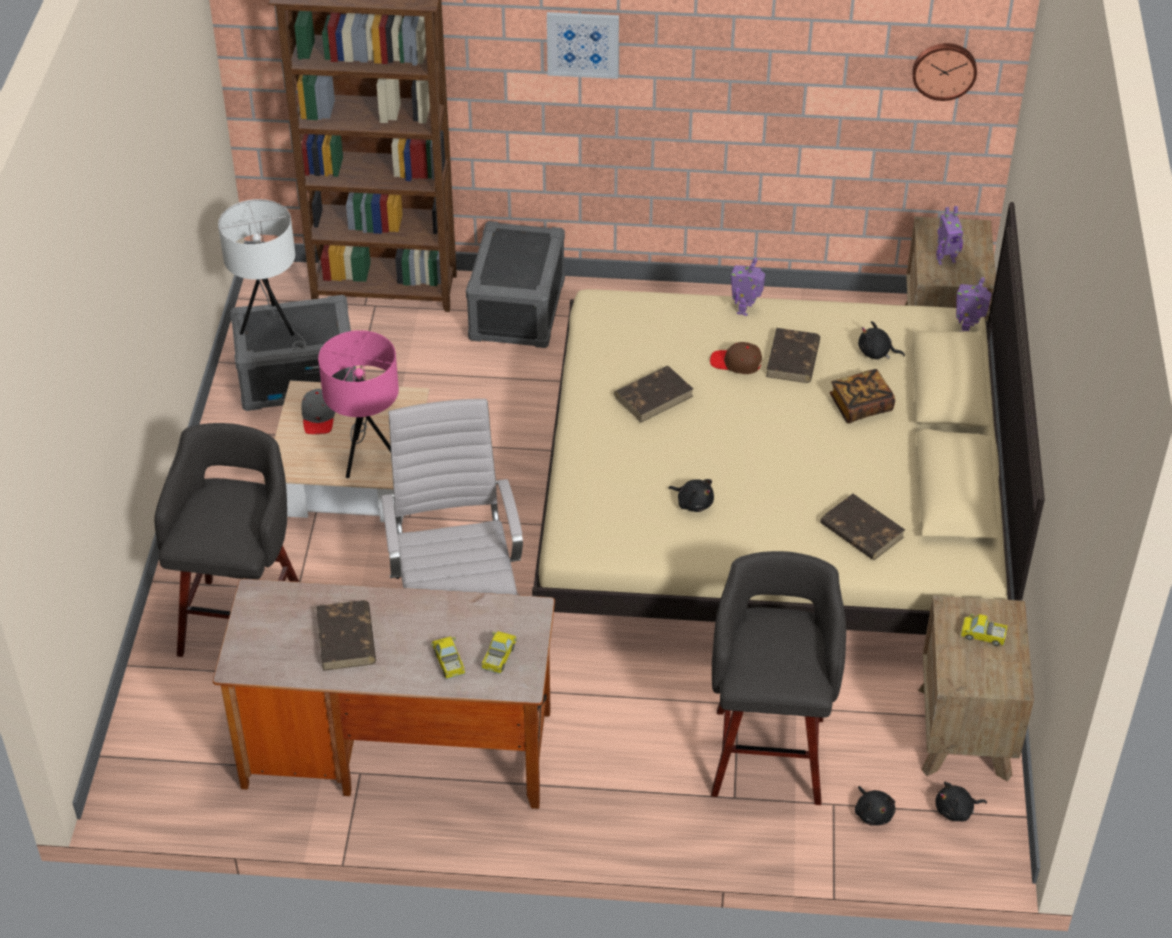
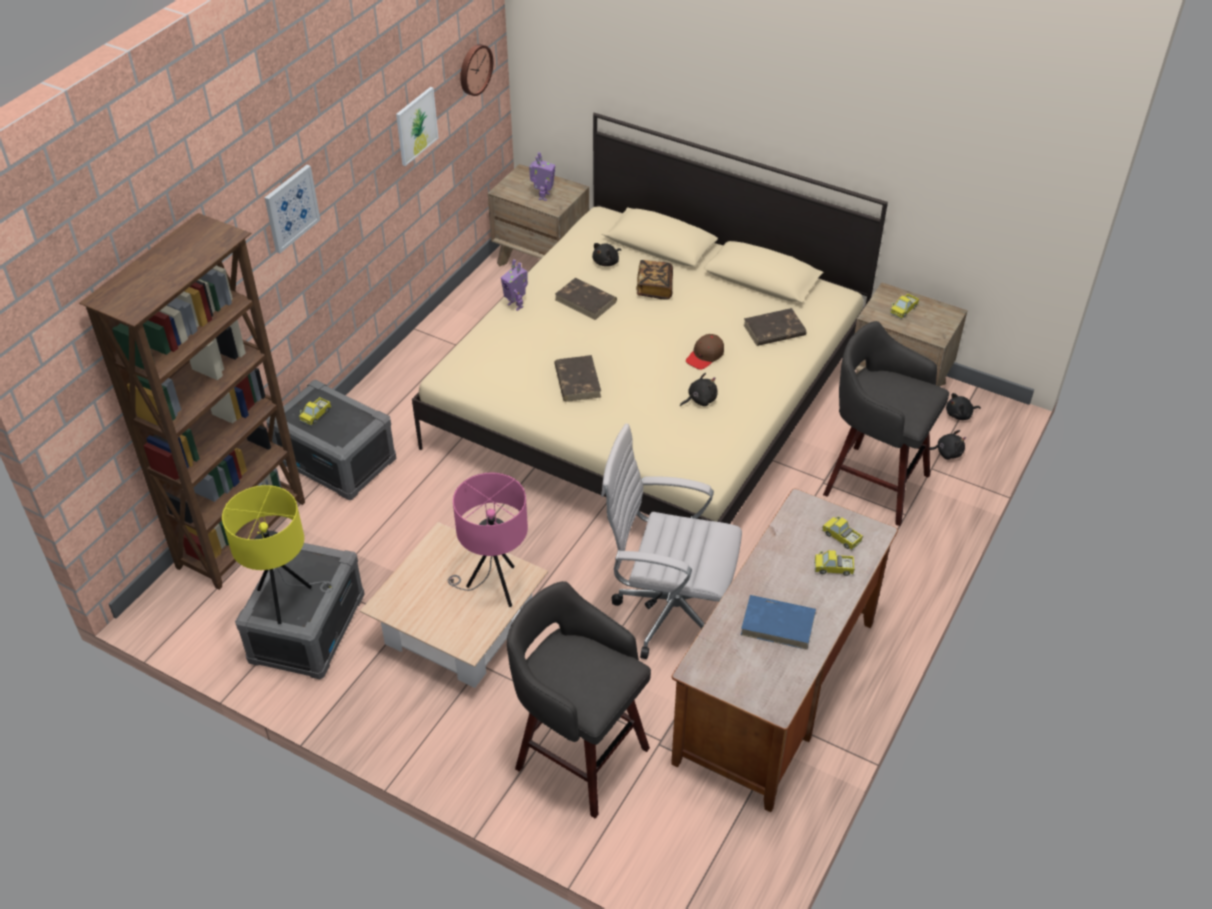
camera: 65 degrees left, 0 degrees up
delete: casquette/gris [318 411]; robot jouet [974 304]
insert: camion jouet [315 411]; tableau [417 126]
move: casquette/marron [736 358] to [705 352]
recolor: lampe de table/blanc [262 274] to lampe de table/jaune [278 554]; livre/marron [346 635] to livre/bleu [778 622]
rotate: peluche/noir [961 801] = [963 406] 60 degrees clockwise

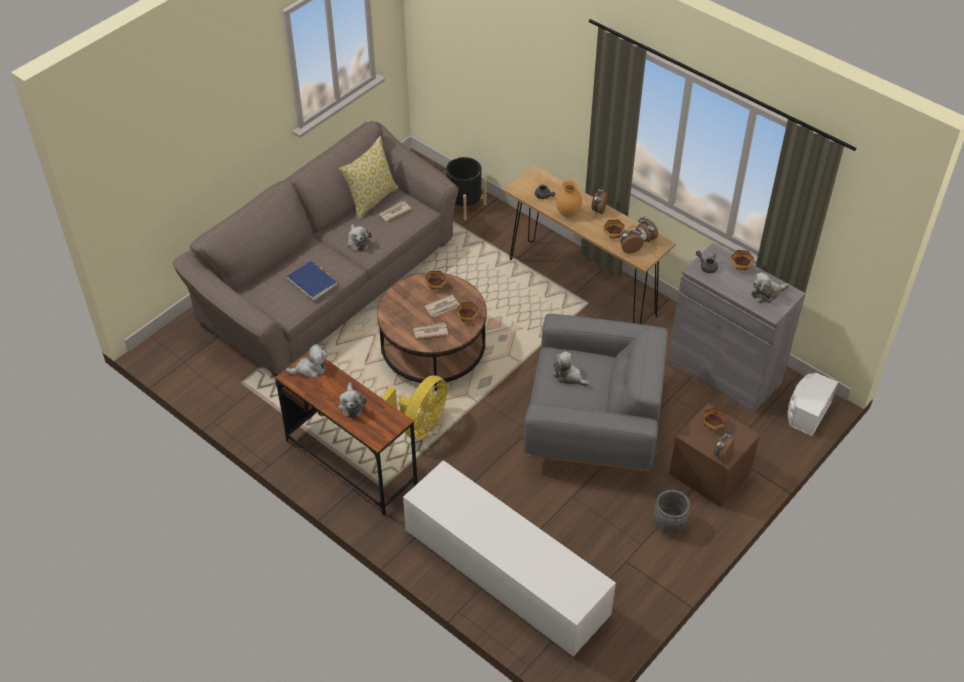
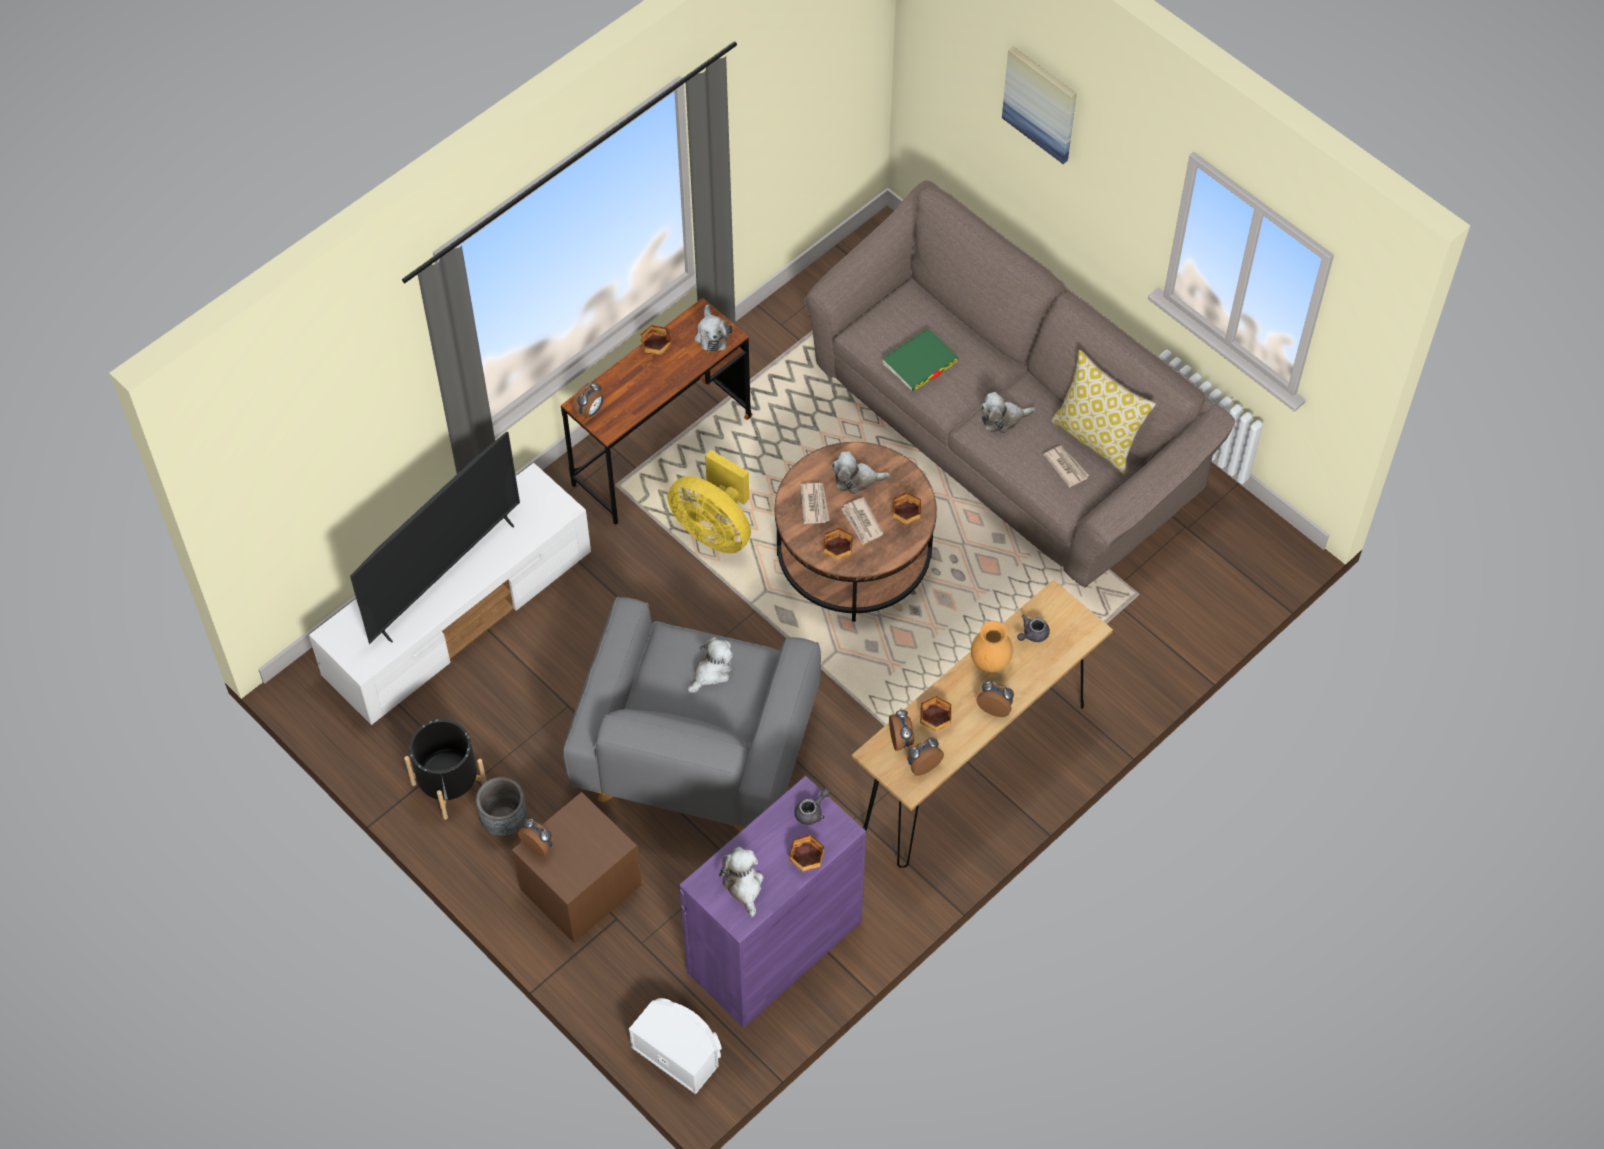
camera: 95 degrees right, 10 degrees up
insert: téléviseur [435 537]; réveil [588 400]; tableau [1039 105]
move: cache-pot/noir [466 188] to [445 769]; bol [714 419] to [655 340]; peluche [352 400] to [861 472]
recolor: meuble de rangement/gris [737 328] to meuble de rangement/violet [772 902]; livre/bleu [312 281] to livre/vert [920 359]

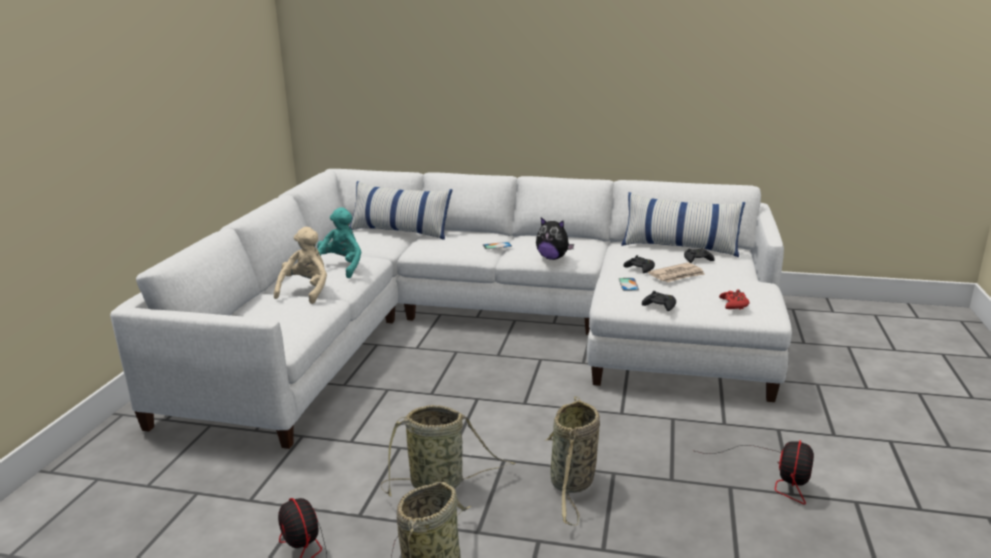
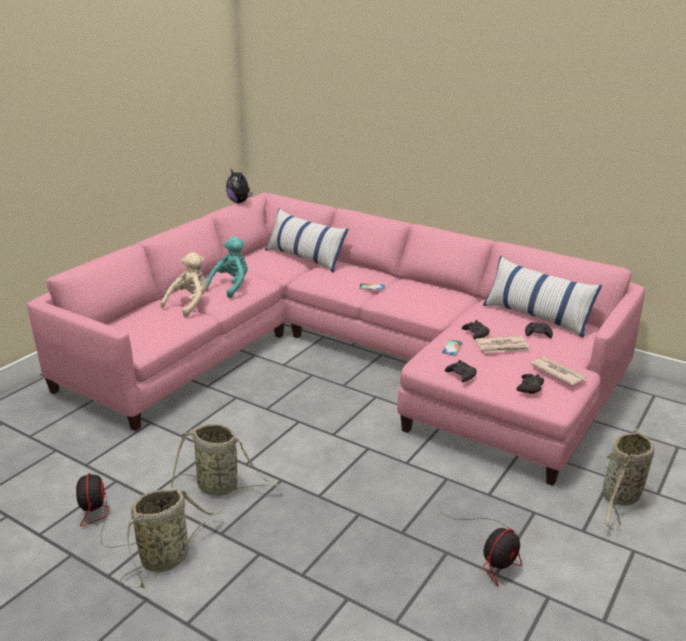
camera: 20 degrees right, 5 degrees up
insert: journal [558 371]
move: peluche [555 238] to [239 185]; panier [573 461] to [628 479]
recolor: canapé/blanc [451 309] to canapé/rose [336 339]; manette/rouge [734 299] to manette/noir [530 384]

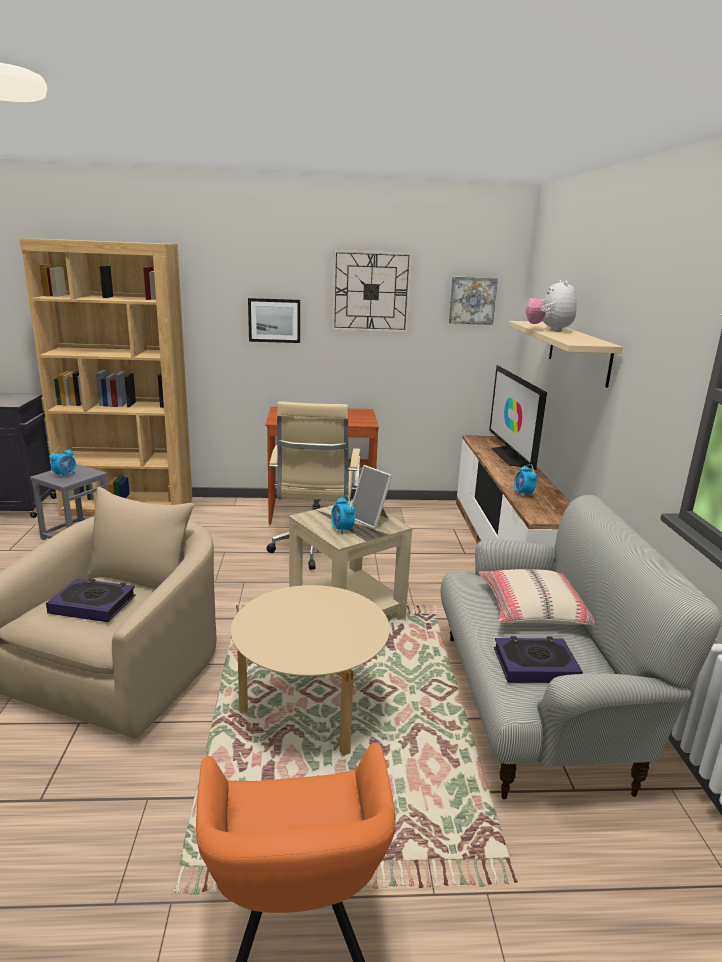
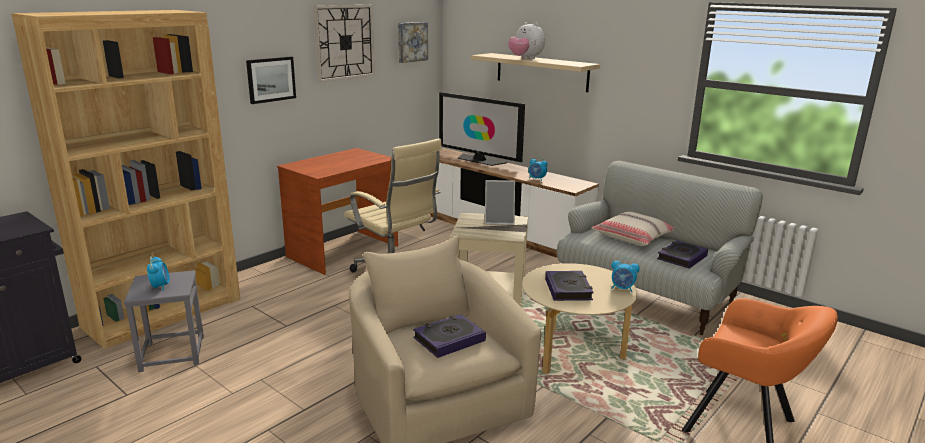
camera: 45 degrees left, 0 degrees up
insert: livre [569 286]
move: réveil [343 515] to [625 274]

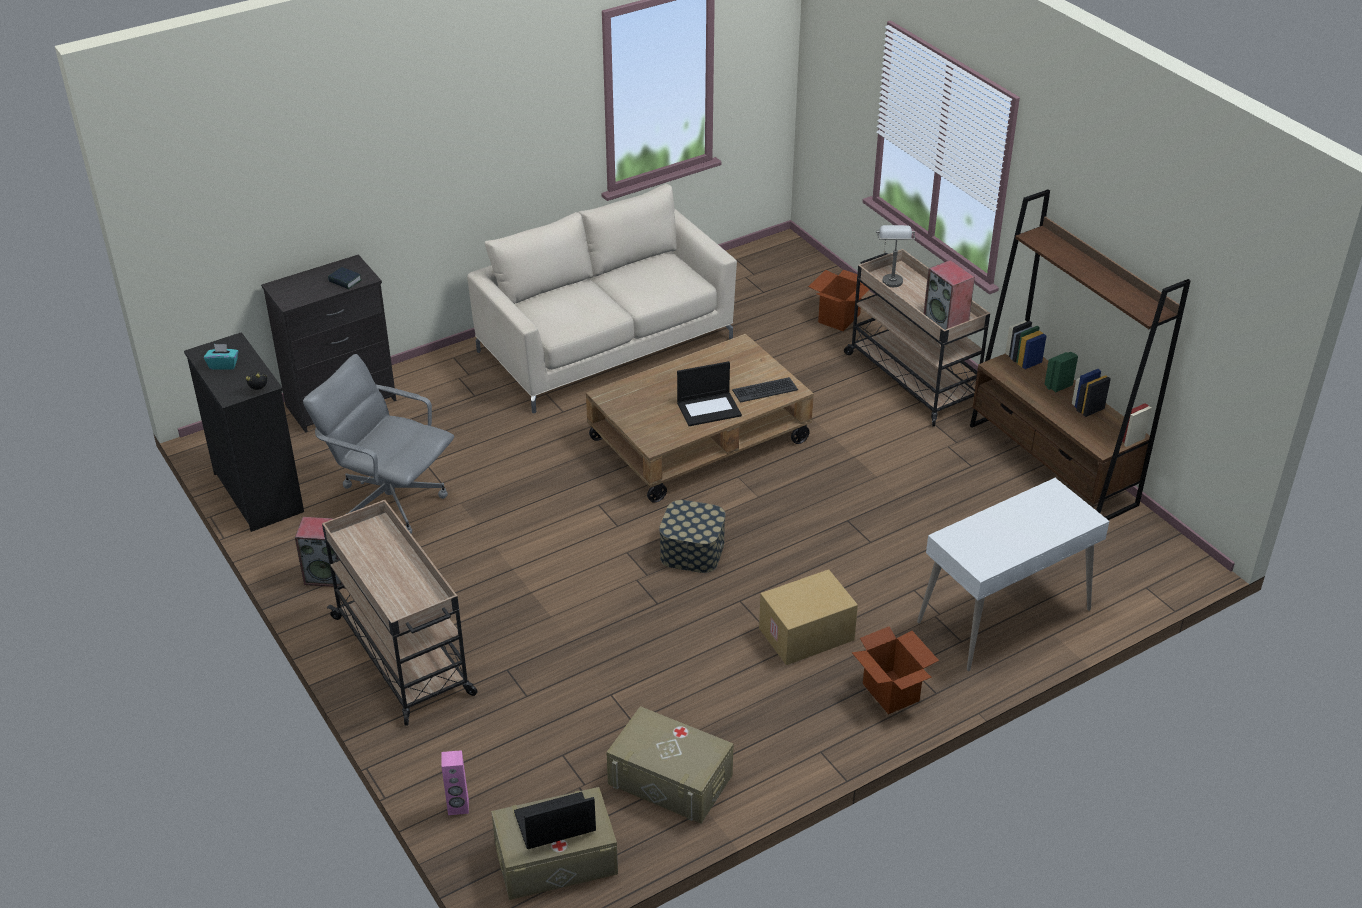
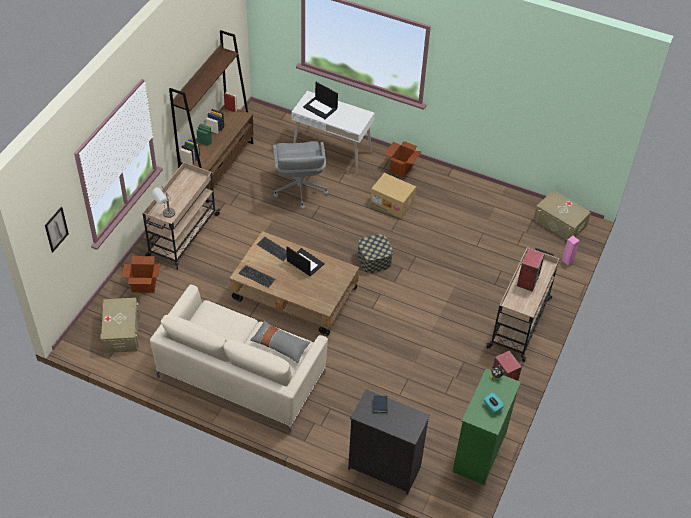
camera: 125 degrees left, 10 degrees up
insert: tableau [57 230]; clavier [257 276]; coussin/gris [280 342]
move: boîte de rangement/beige [670 765] to [120 325]; chaise de bureau/gris [378 444] to [301 175]; ordinateur portable [555 820] to [320 100]; enceinte [949 295] to [531 270]
recolor: commode/noir [244 432] to commode/vert [486 427]

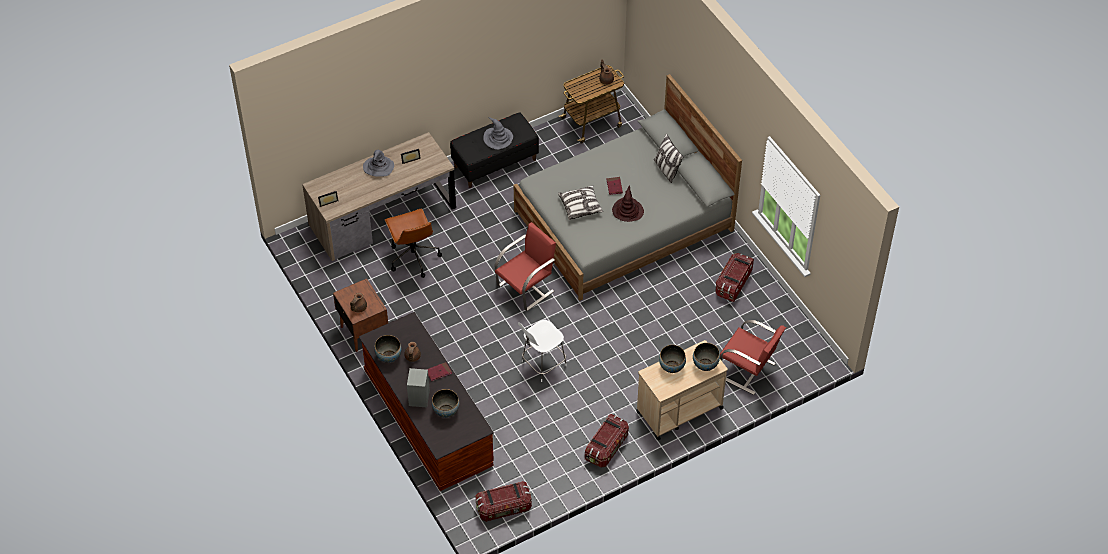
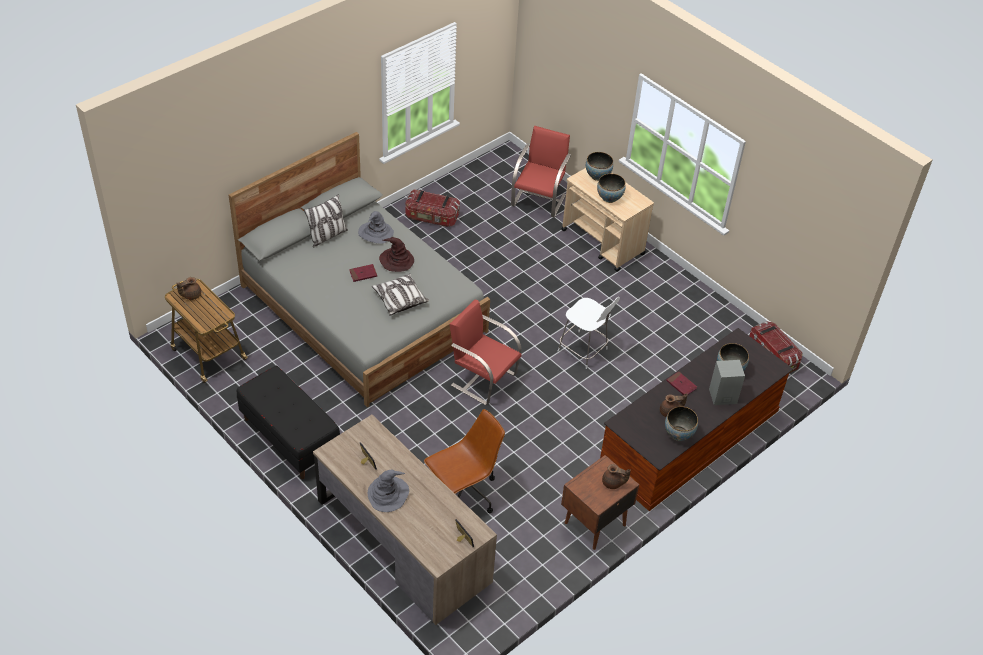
camera: 105 degrees left, 5 degrees down
delete: boîte de rangement [607 441]
move: chapeau/gris [498 133] to [376 227]

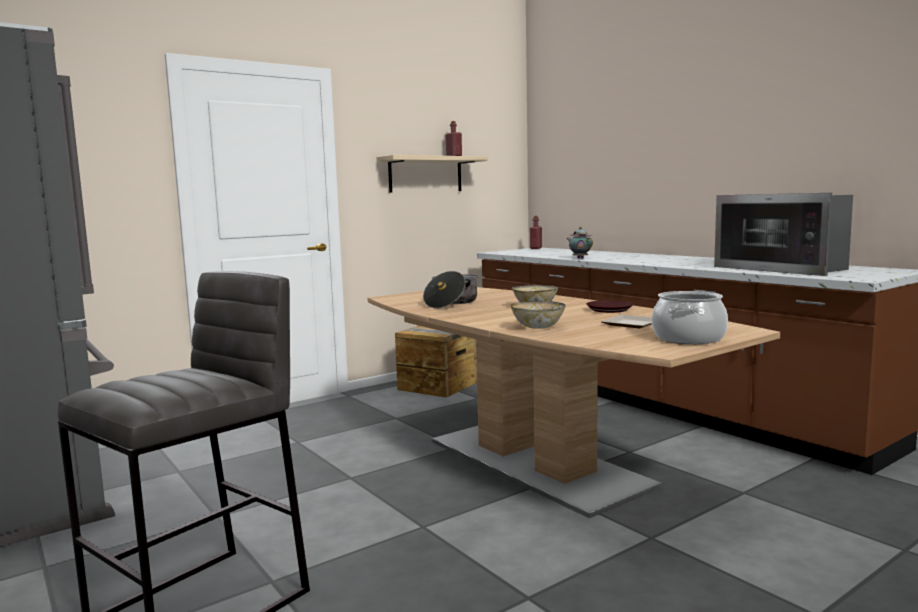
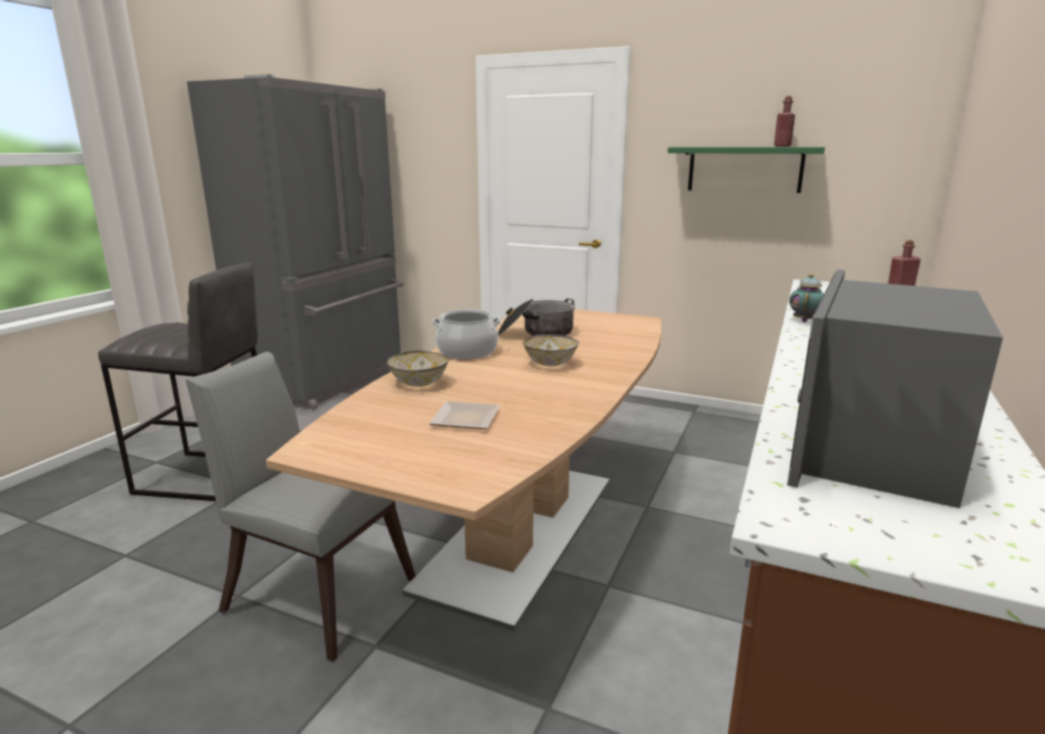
camera: 60 degrees right, 10 degrees up
delete: caisse [436 362]; assiette/marron [609 306]
insert: chaise/gris [300 507]
move: marmite [690 317] to [466 334]
recolor: étagère/beige [432 174] to étagère/vert [746 170]

